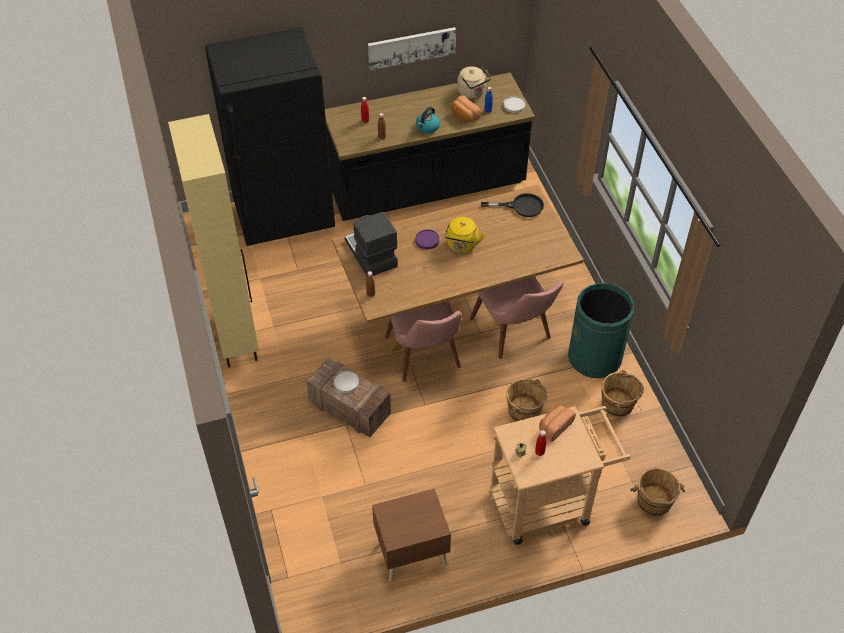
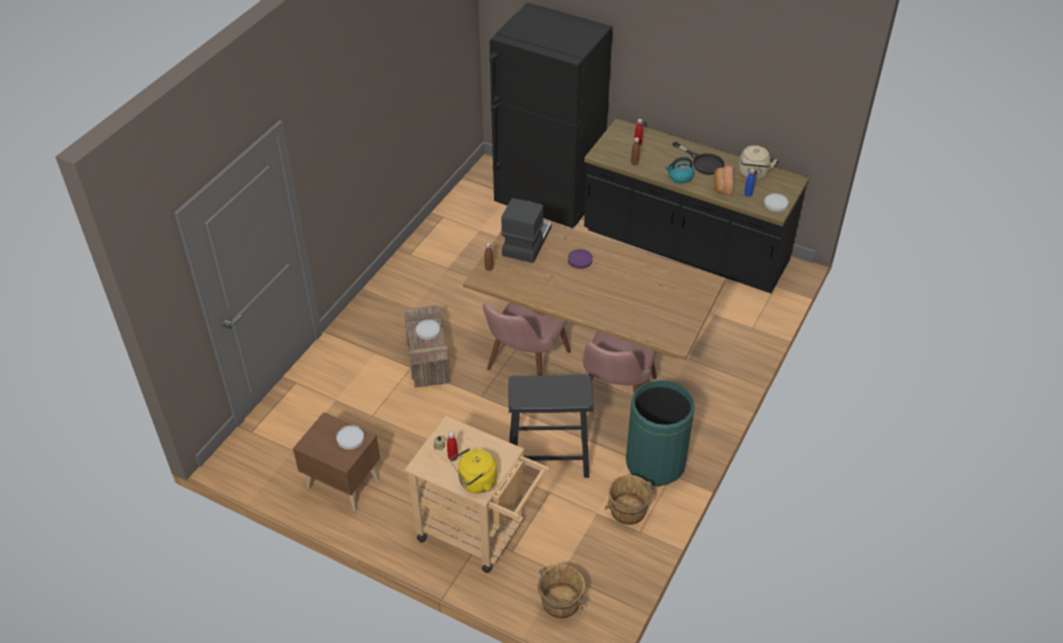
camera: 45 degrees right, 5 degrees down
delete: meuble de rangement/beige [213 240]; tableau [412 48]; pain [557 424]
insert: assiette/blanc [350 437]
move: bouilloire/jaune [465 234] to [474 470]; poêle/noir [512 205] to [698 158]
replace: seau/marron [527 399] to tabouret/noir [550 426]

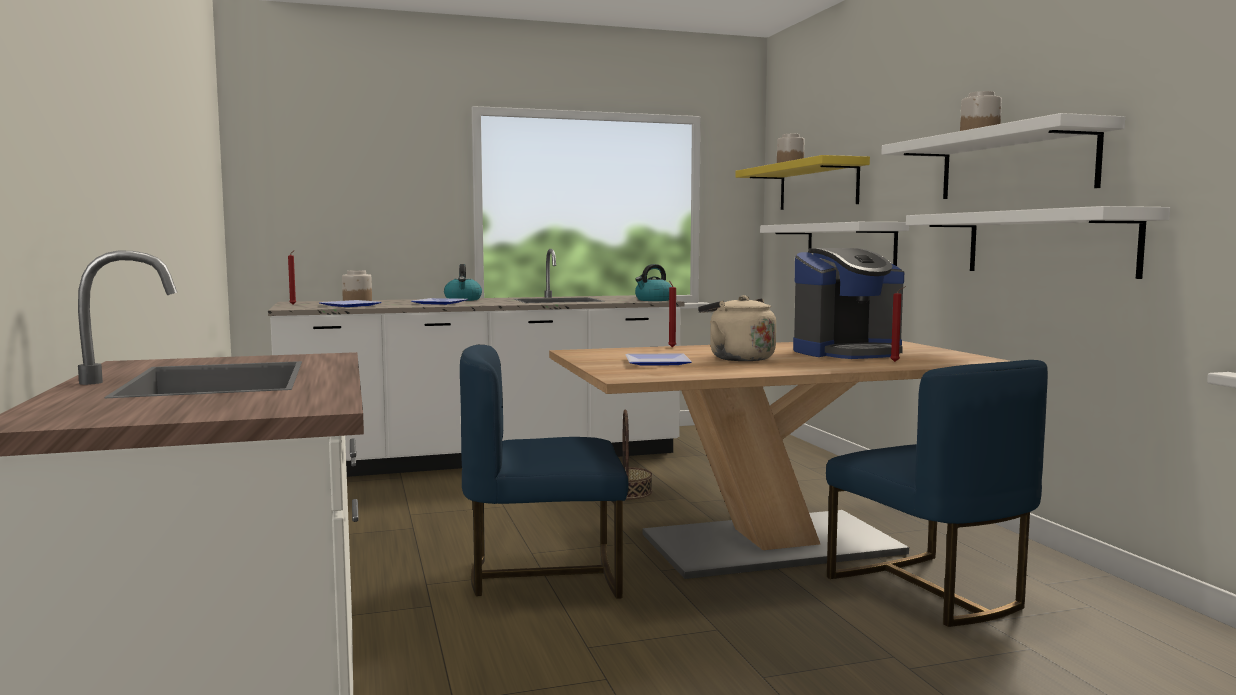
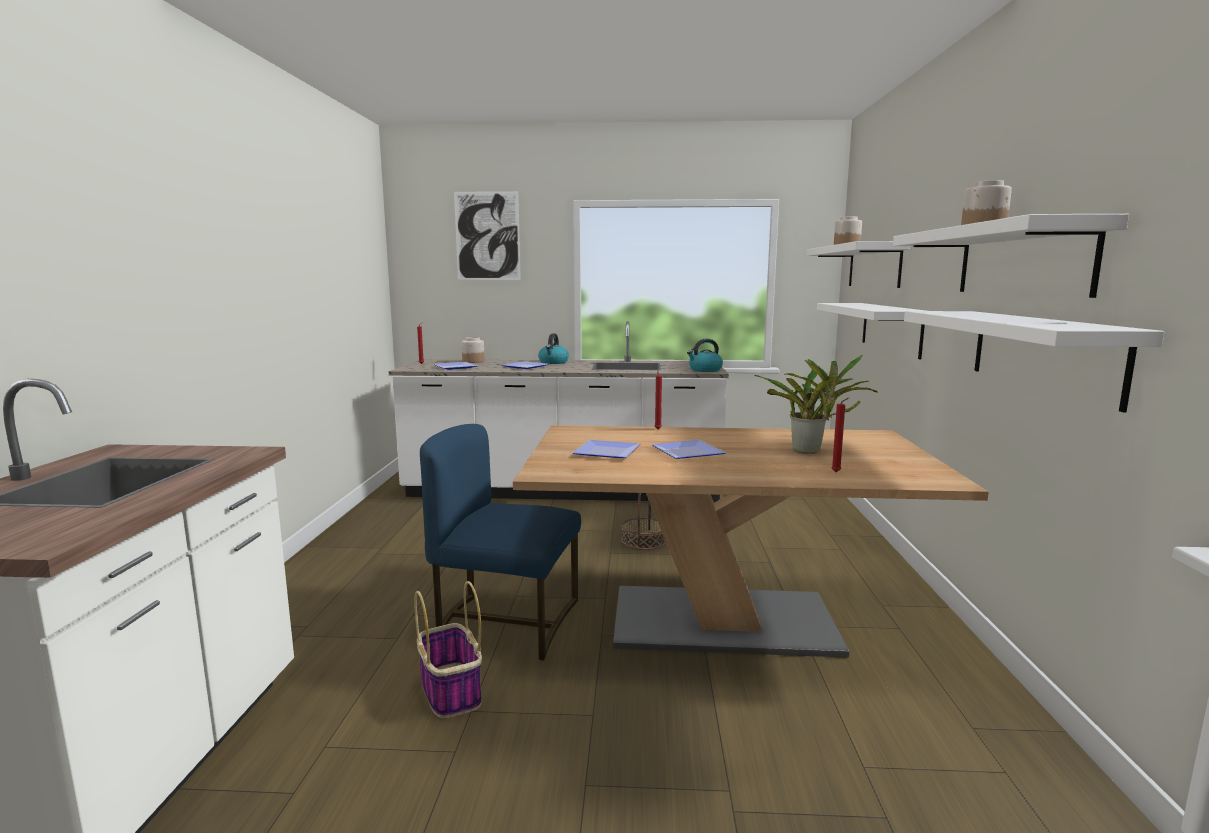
camera: 20 degrees right, 5 degrees up
delete: chaise/bleu [937 493]
insert: panier [448 649]; tableau [487 235]
replace: bouilloire/beige [737 328] to assiette [689 449]; machine à café [848 303] to plante en pot [816 404]
recolor: étagère/jaune [802 182] to étagère/blanc [858 264]

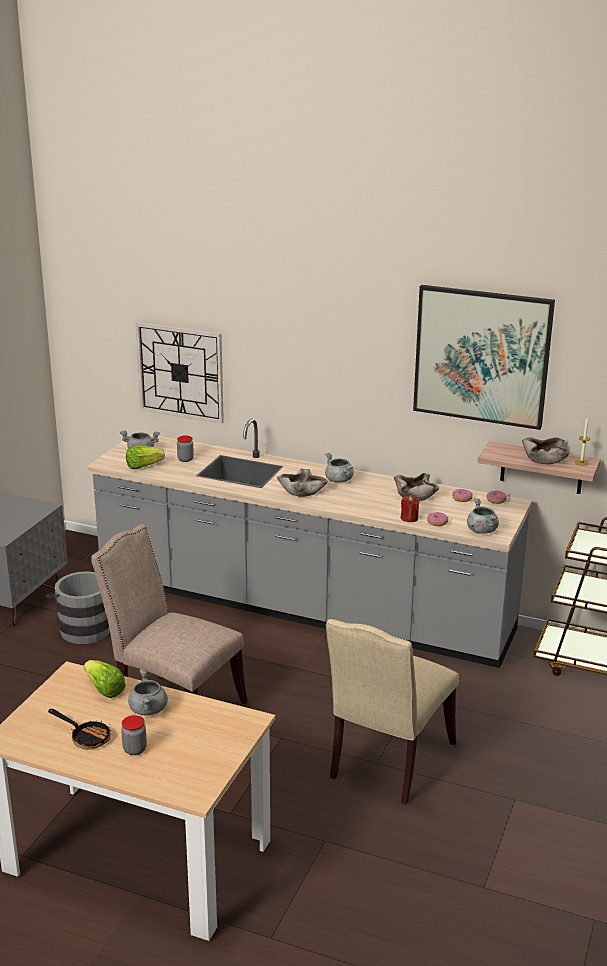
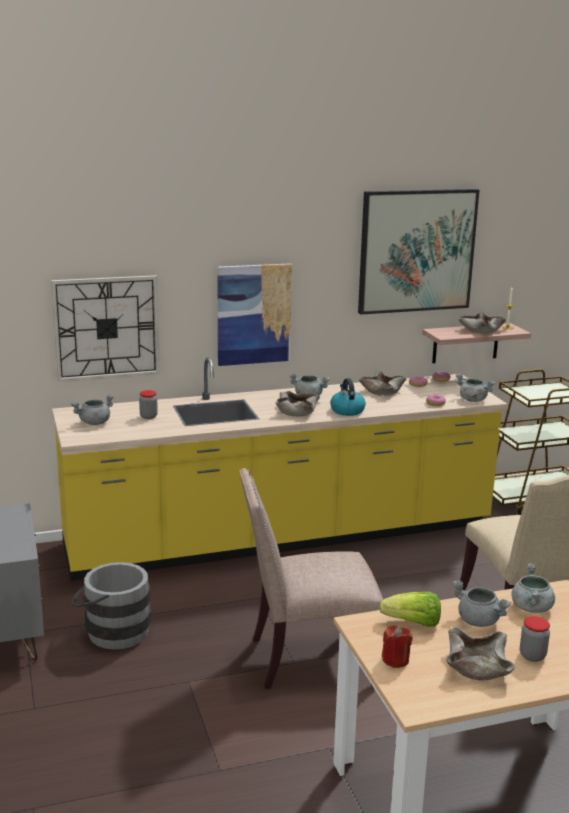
camera: 40 degrees left, 5 degrees down
delete: laitue [145 457]
insert: tableau [255 314]; bouilloire [348 397]; marmite/gris [533 588]
move: bougie/rouge [410 508] to [397 646]
replace: poêle [79 729] to bol/beige [480 654]
recolor: comptoir de cuisine/gris [309 543] to comptoir de cuisine/jaune [279 469]

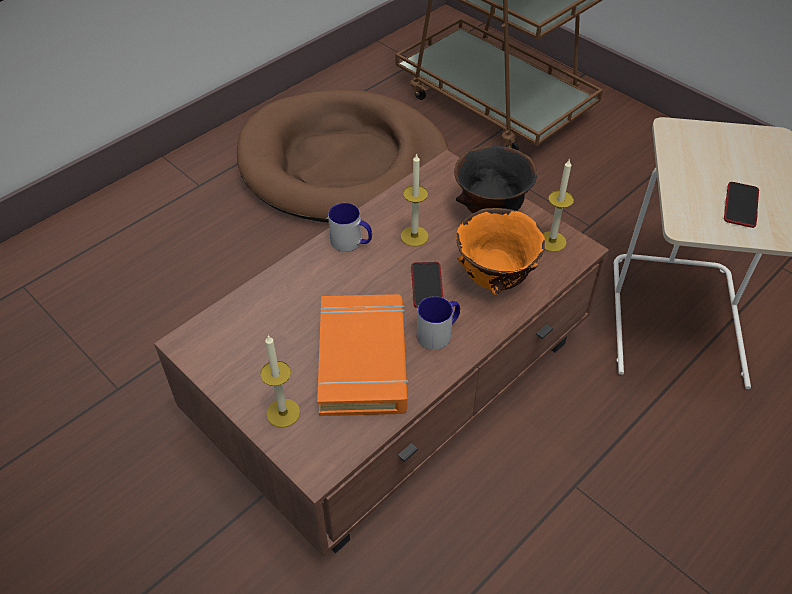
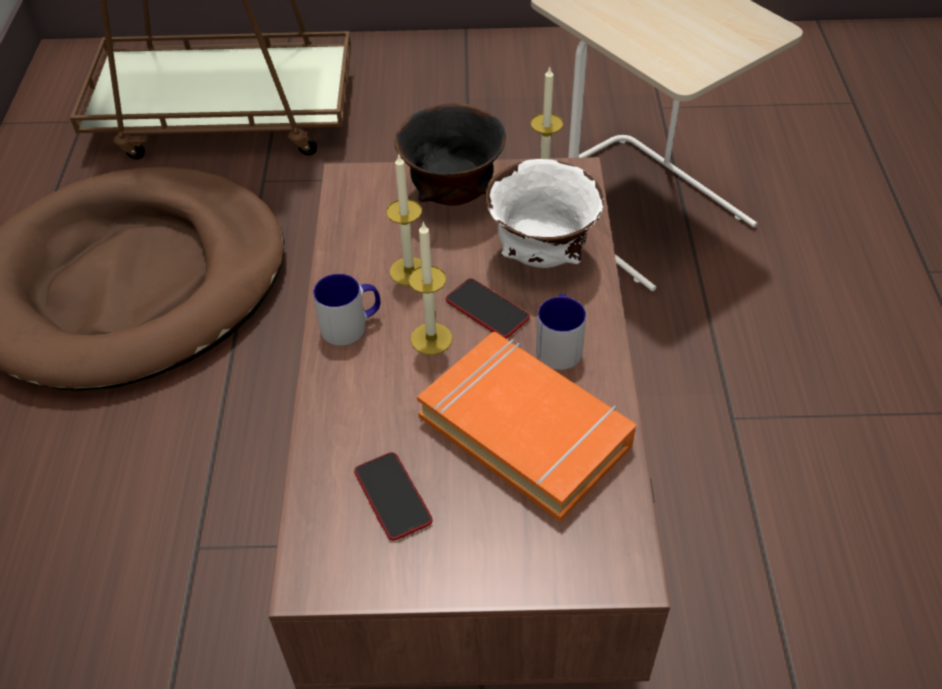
camera: 45 degrees left, 0 degrees up
move: téléphone [741 205] to [393 496]; bougie [280 381] to [430 288]
recolor: bol/orange [500 251] to bol/blanc [544 213]

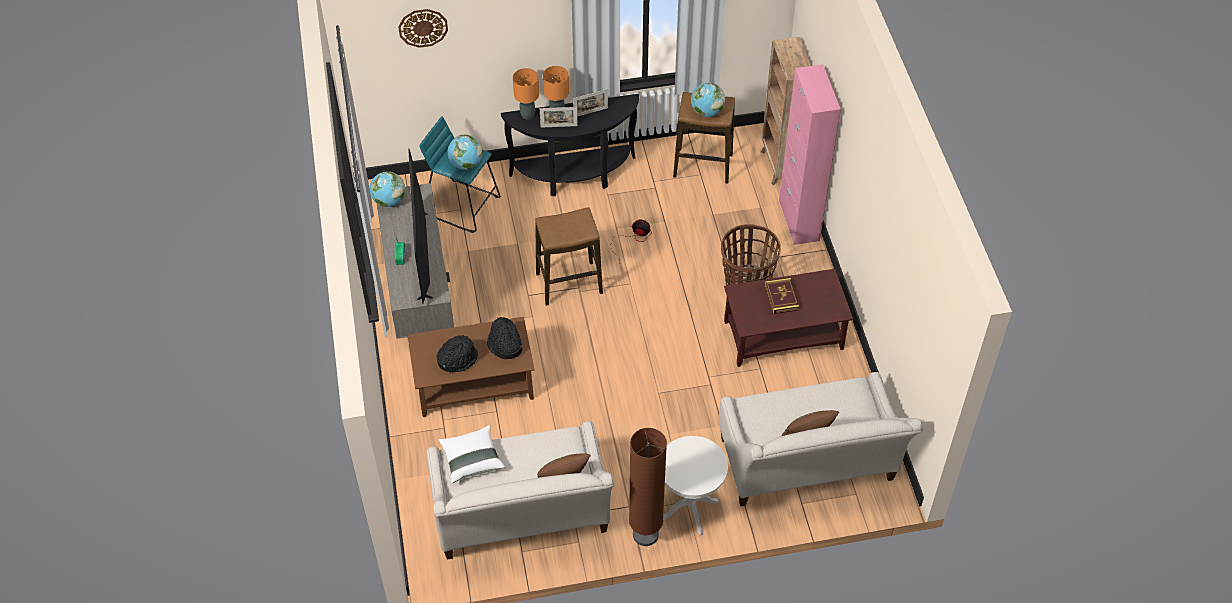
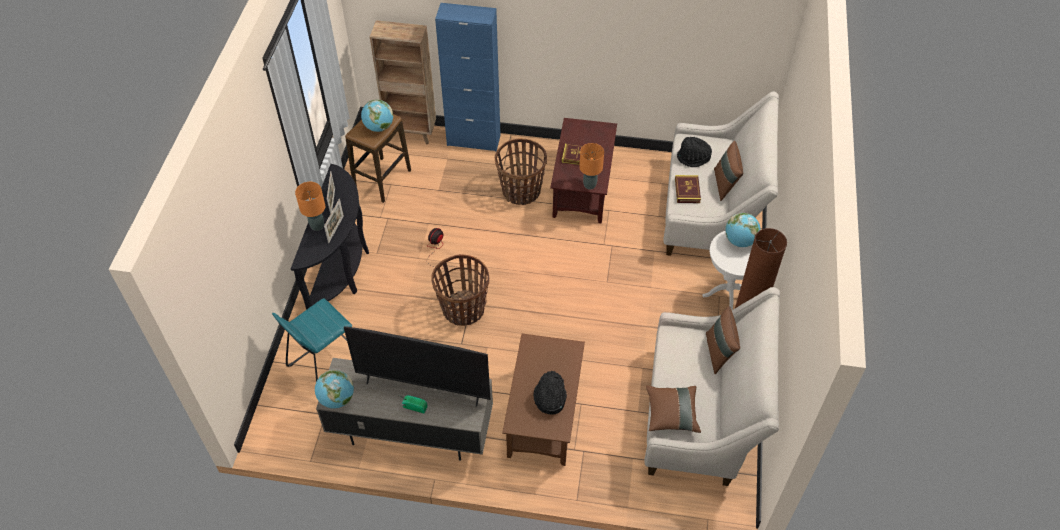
camera: 70 degrees left, 0 degrees up
delete: horloge murale [423 28]
insert: livre [688 189]
move: lampe de table/orange [526 93] to [591 166]; chapeau/noir [504 338] to [694 152]; globe [465 152] to [743 230]
replace: tabouret [569 256] to panier [460 290]
recolor: meuble de rangement/rose [810 154] to meuble de rangement/bleu [468 77]; coussin/blanc [472 454] to coussin/marron [673 409]

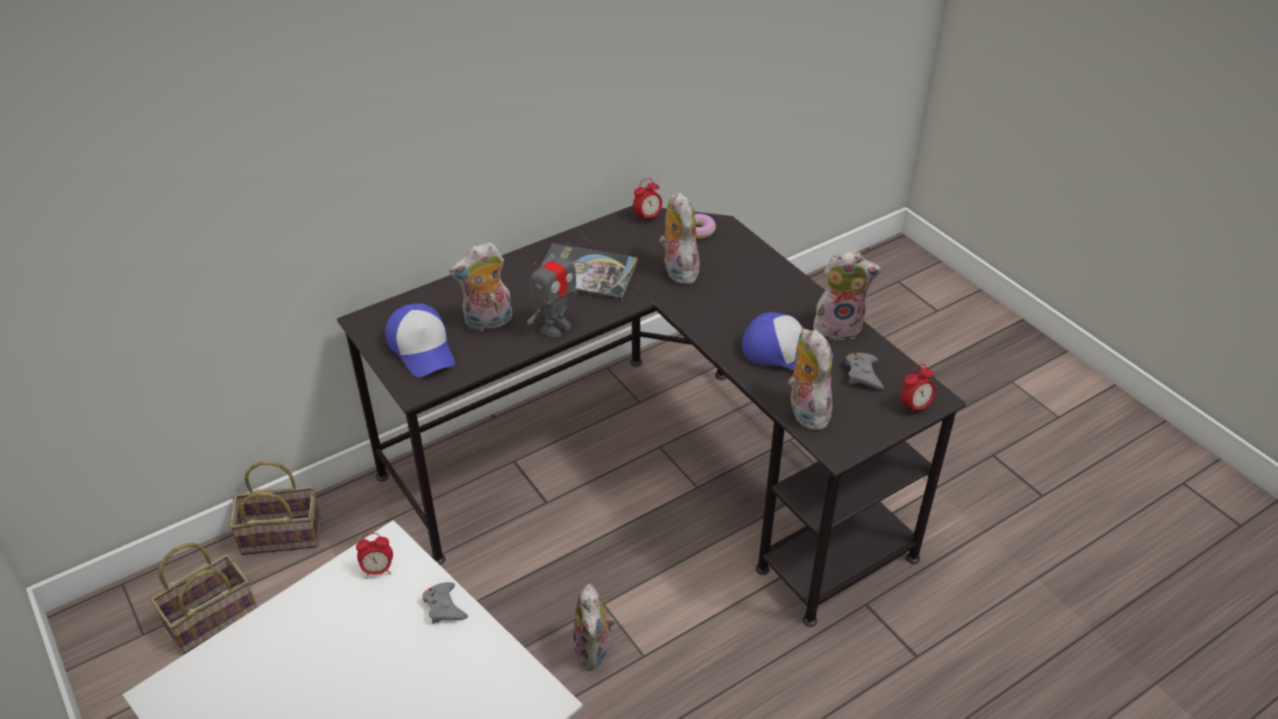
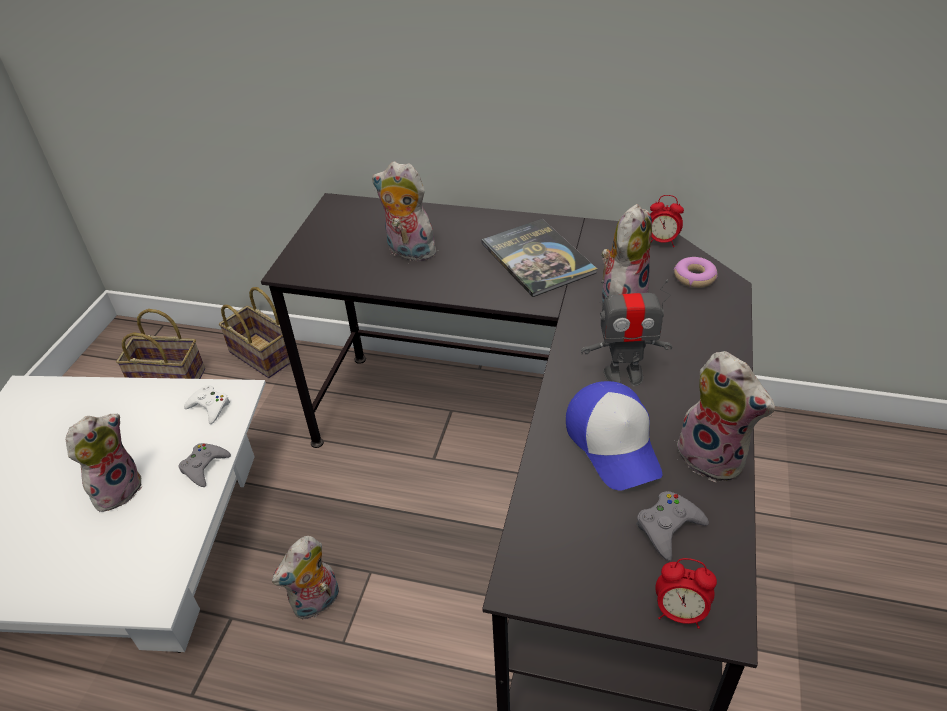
camera: 50 degrees right, 0 degrees up
delete: casquette [420 340]
move: peluche [810 379] to [104 463]; robot jouet [552 289] to [626 333]
replace: réveil [374 555] to manette/blanc [207 404]

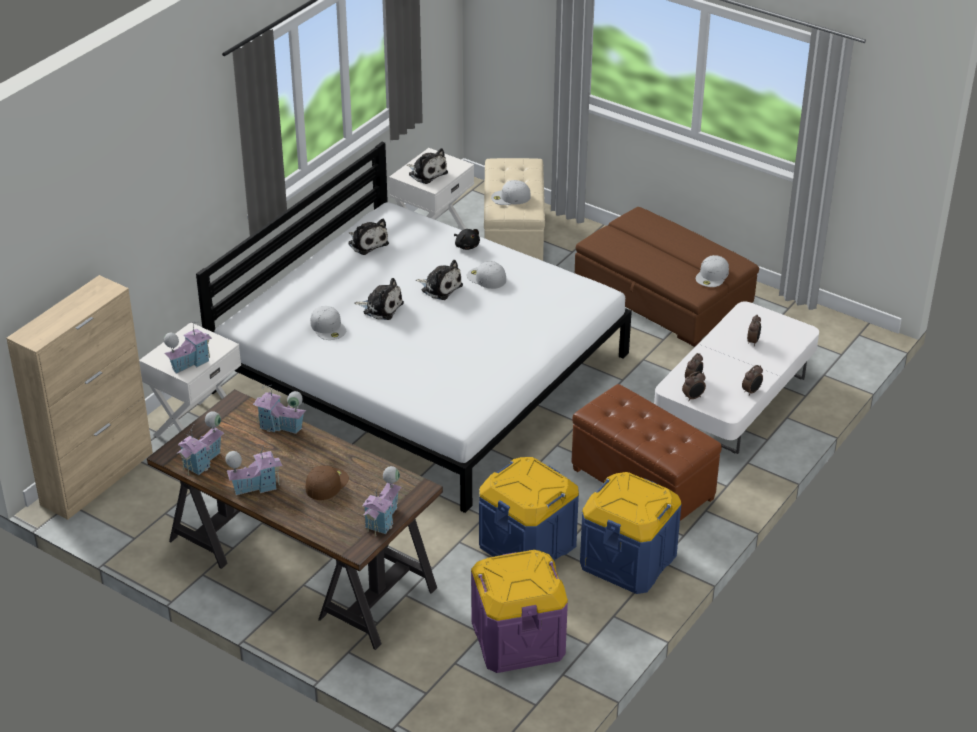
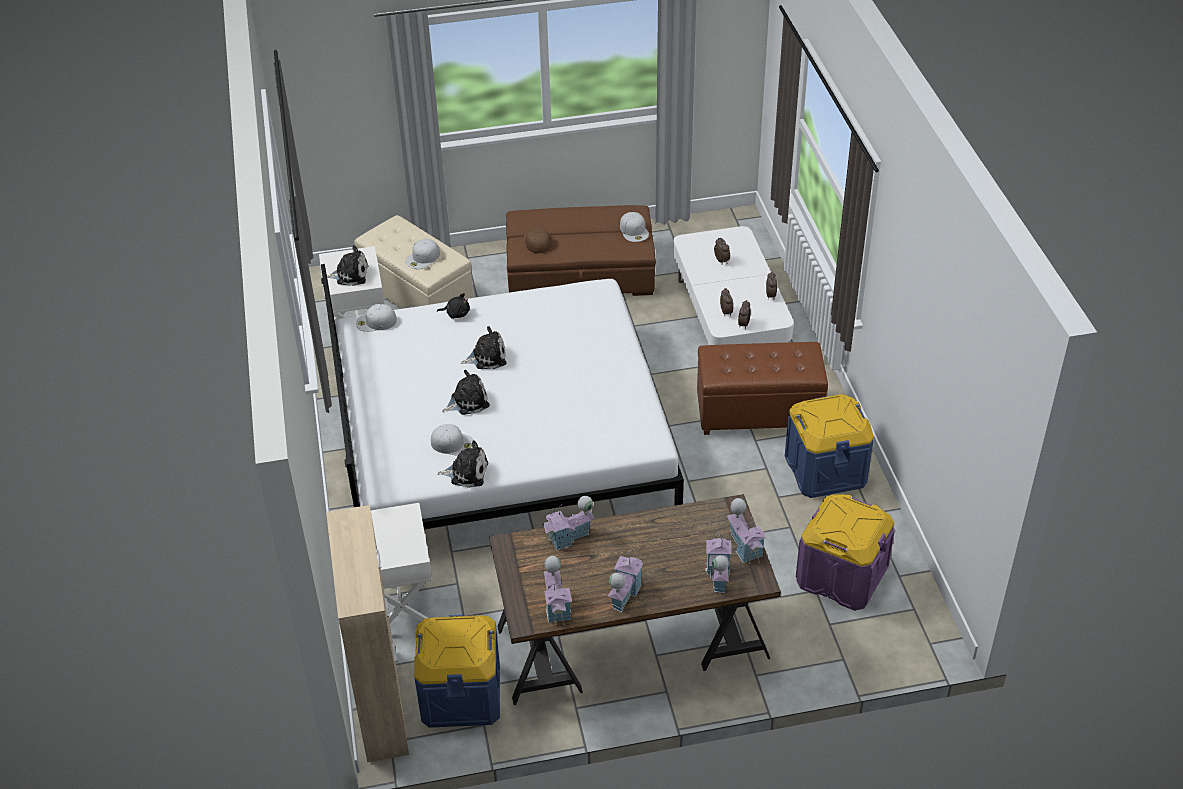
camera: 45 degrees left, 5 degrees up
move: casquette/blanc [486 275] to [376 318]; boîte de rangement/bleu [529 509] to [457 671]; peluche [368 237] to [462 464]; casquette/marron [327 482] to [537 241]; maison miniature [188 348] to [718 562]

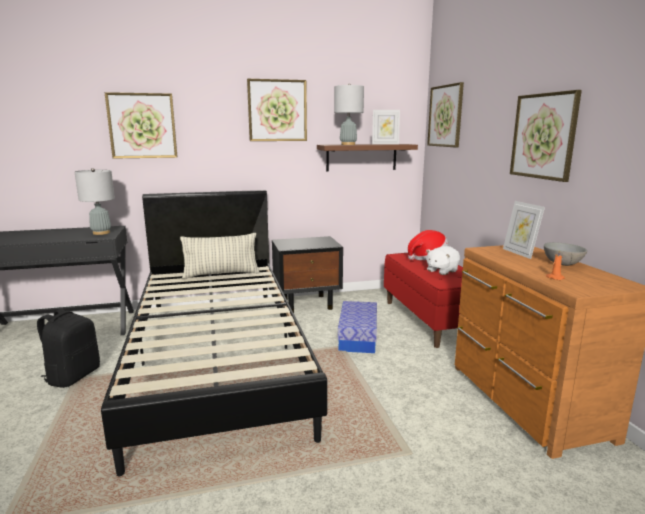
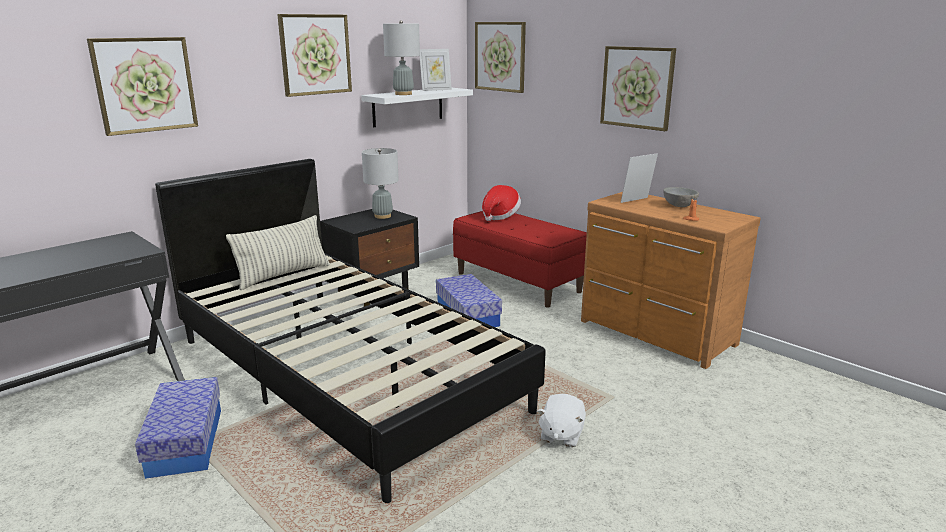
camera: 30 degrees left, 5 degrees up
move: lampe de table/gris [95 201] to [380 183]; peluche/blanc [443 260] to [561 420]
replace: sac à dos/noir [68 348] to boîte de rangement [178 428]
recolor: étagère/marron [367 157] to étagère/blanc [417 107]
rotate: cadre photo [524 230] = [639 178] 105 degrees clockwise

